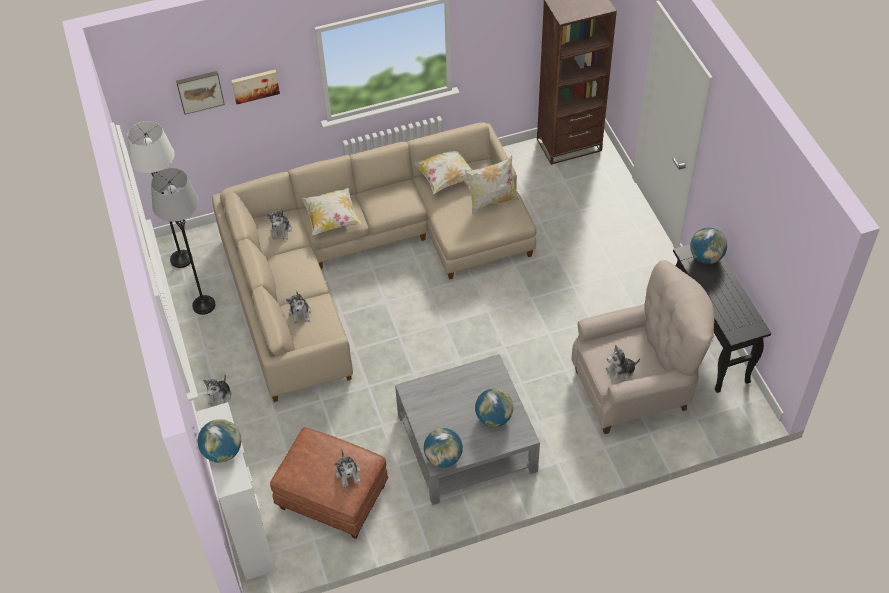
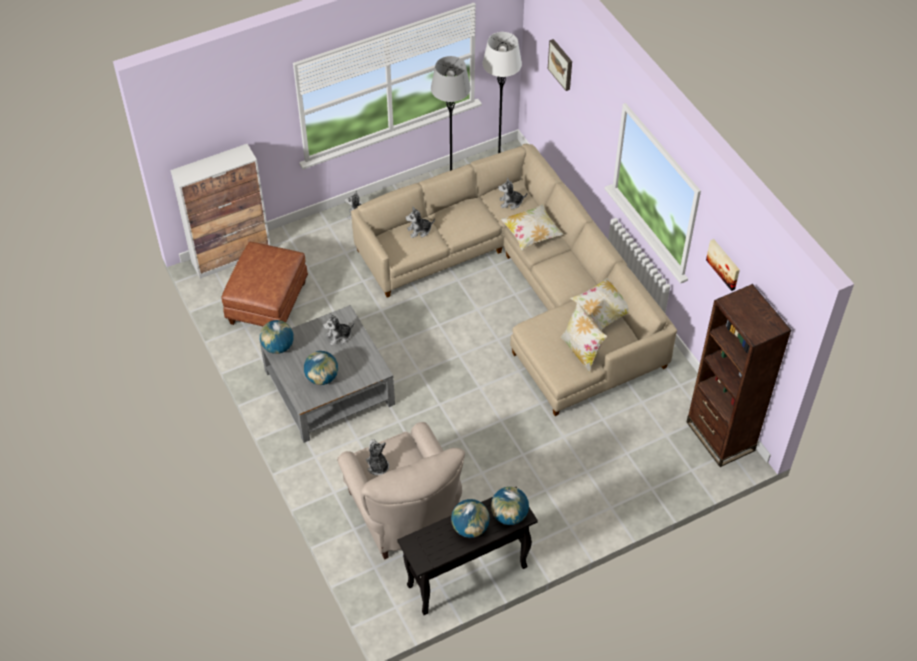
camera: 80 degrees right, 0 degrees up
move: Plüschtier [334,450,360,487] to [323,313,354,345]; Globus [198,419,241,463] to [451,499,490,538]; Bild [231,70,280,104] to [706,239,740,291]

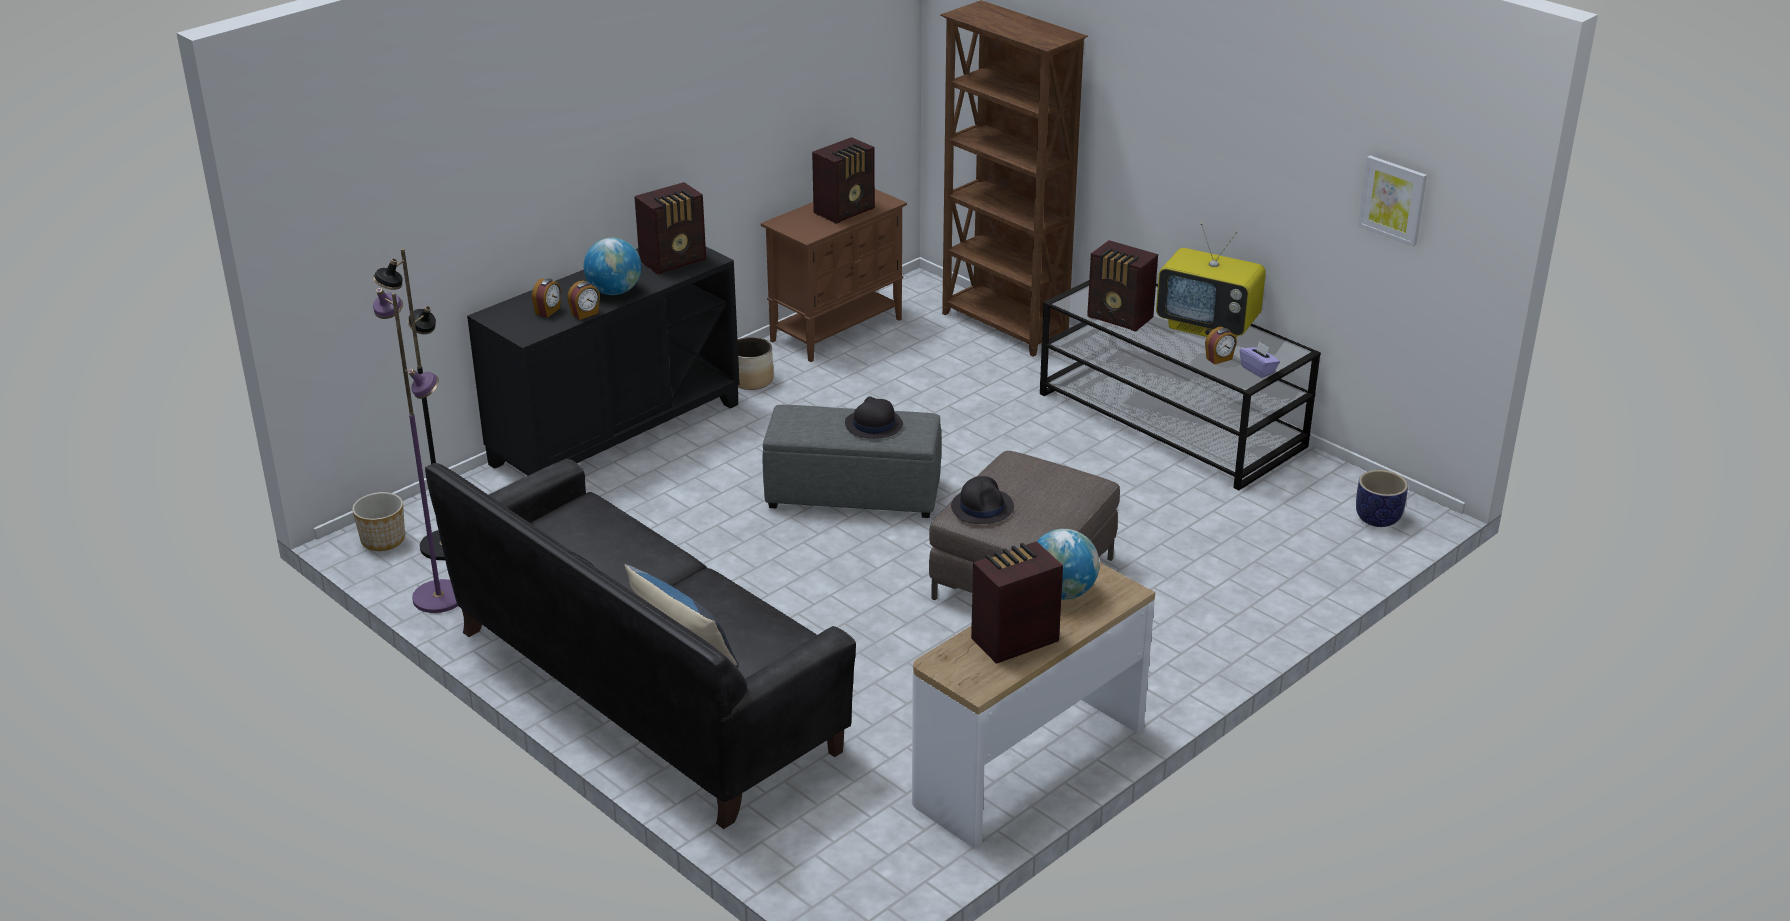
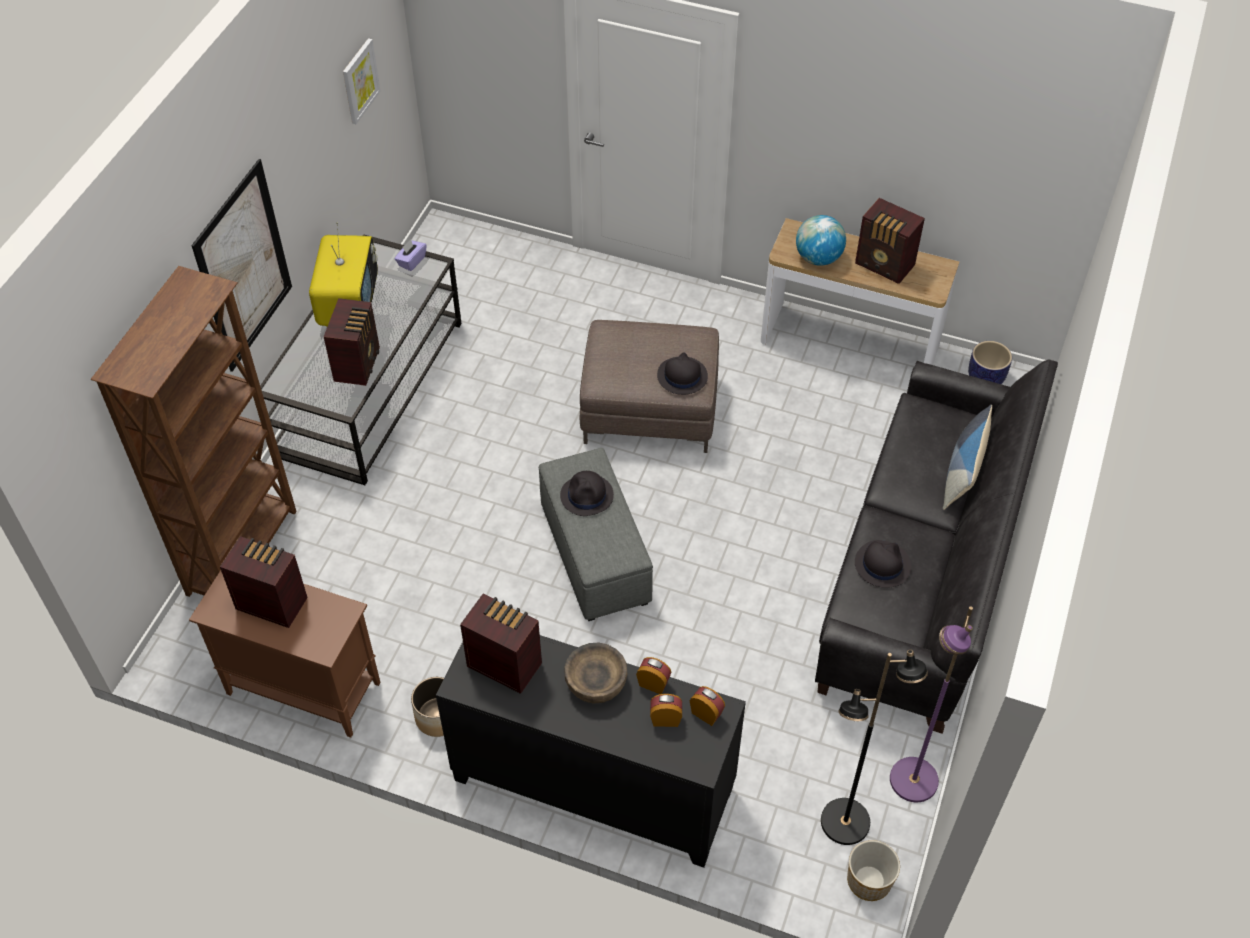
camera: 115 degrees left, 20 degrees up
insert: Bild [191,159,292,372]; Hut [schwarz] [855,540,911,588]
move: Wecker [1205,327,1237,365] to [690,686,725,726]; Pflanzkübel [1356,470,1408,527] to [968,341,1012,384]
replace: Globus [583,238,641,295] to Schüssel [braun] [564,642,627,704]

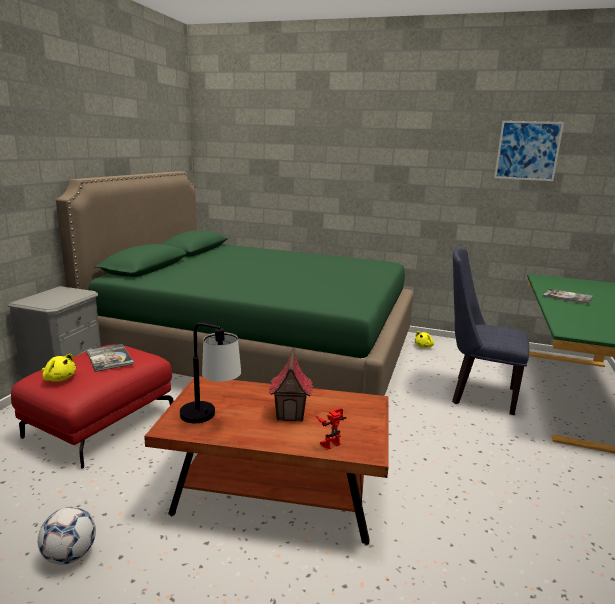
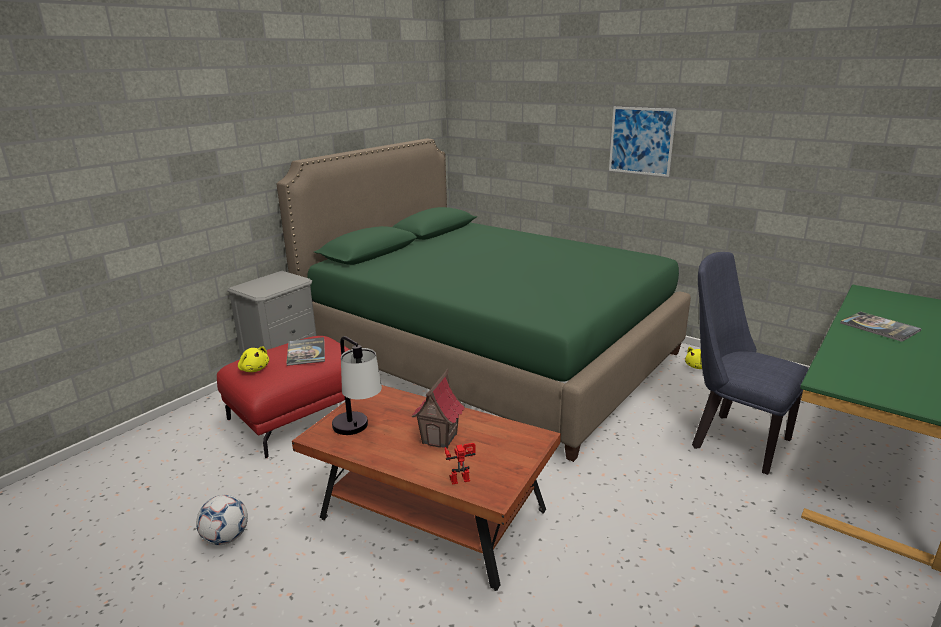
camera: 20 degrees right, 5 degrees up
move: Bild [494,121,564,181] to [609,107,677,177]

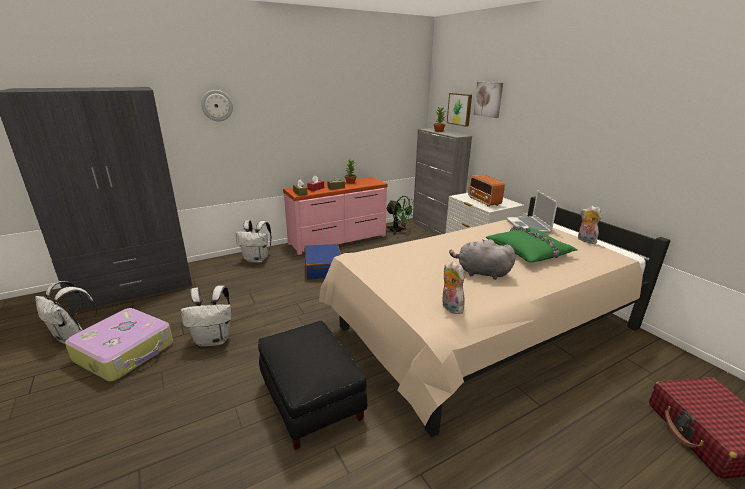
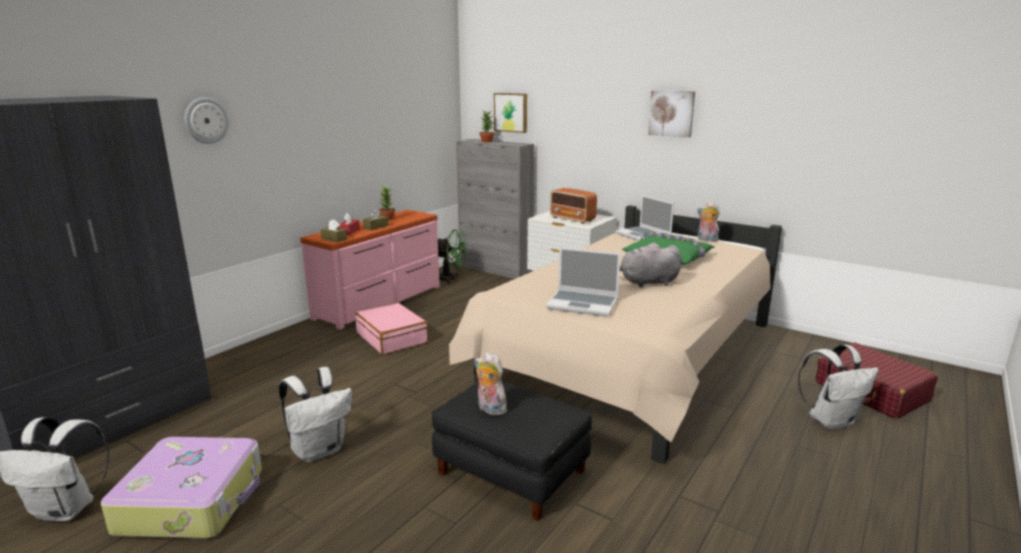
camera: 25 degrees left, 5 degrees down
insert: Laptop [546,247,621,317]
move: Plüschtier [442,261,465,314] to [474,353,507,416]; Bild [474,82,503,118] to [648,91,695,138]; Rucksack [weiß] [235,220,271,263] to [798,345,879,430]
recolor: Koffer [blau] [304,244,341,279] to Koffer [rosa] [355,303,428,355]

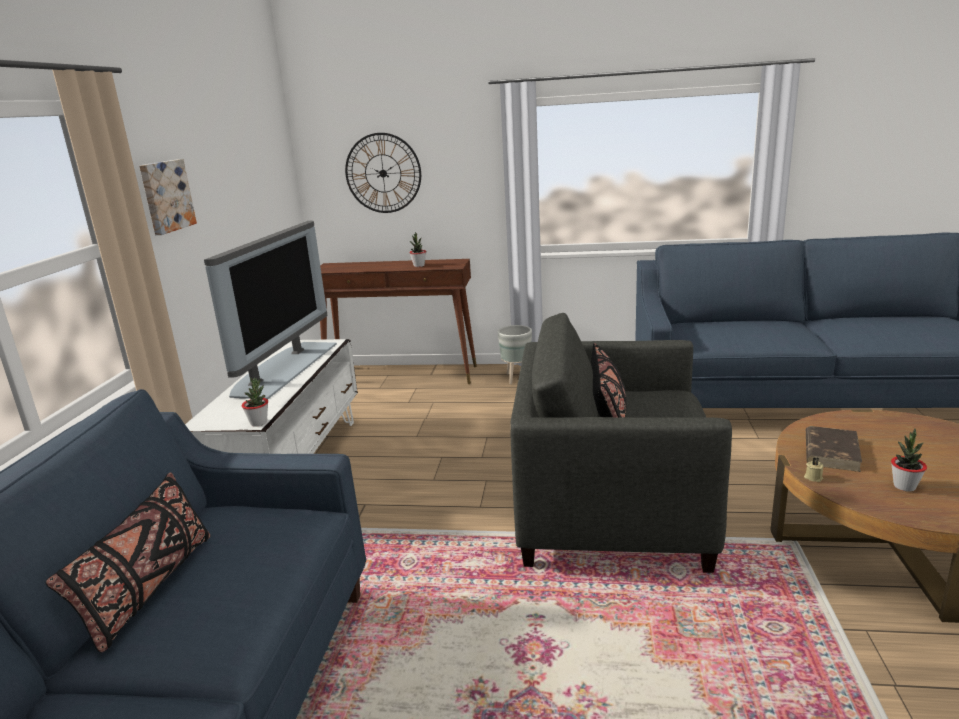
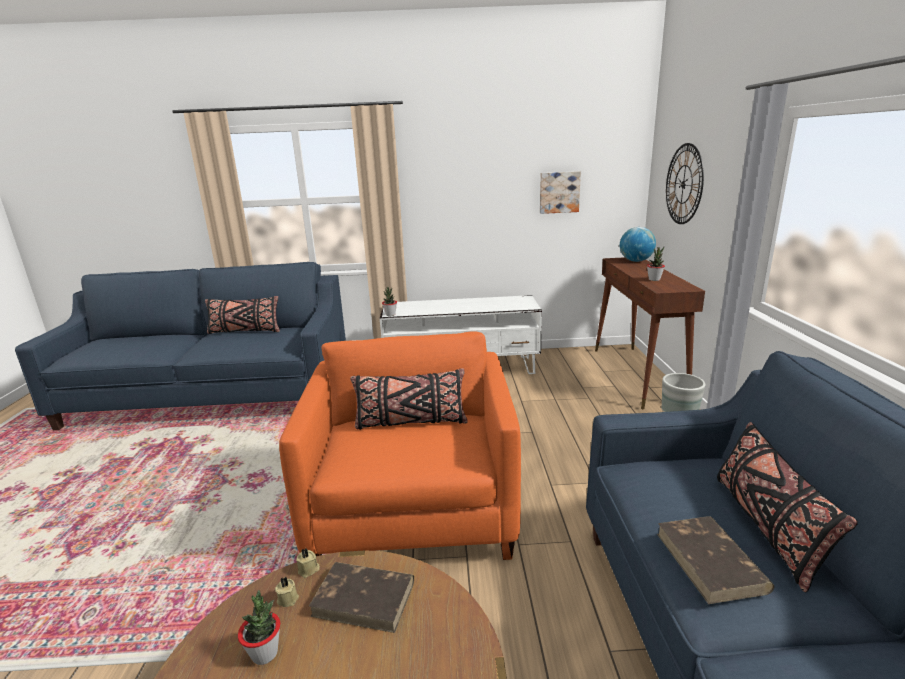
camera: 80 degrees right, 0 degrees up
delete: Fernseher [204,221,337,399]
insert: Kerze [beige] [275,576,299,607]; Globus [620,227,656,262]; Buch [braun] [657,516,774,604]; Kissen [schwarz] [717,422,858,593]
move: Bild [139,159,197,235] to [540,171,581,214]
recolor: Sessel [grau] [510,313,732,573] to Sessel [orange] [279,331,521,560]

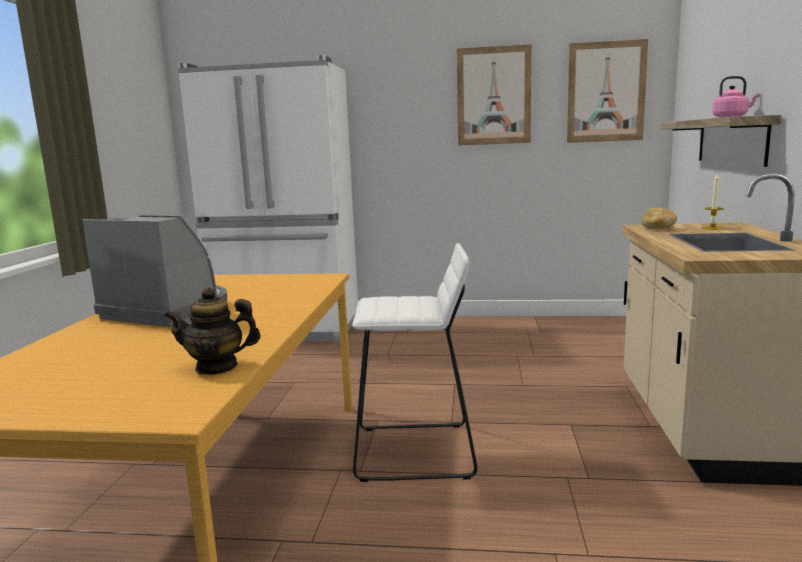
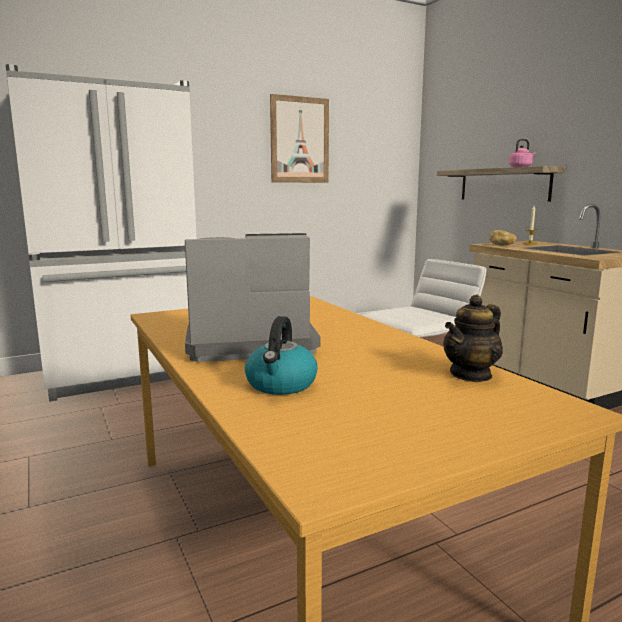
camera: 35 degrees left, 0 degrees up
delete: Bild [567,39,648,143]
insert: Wasserkessel [245,316,318,395]

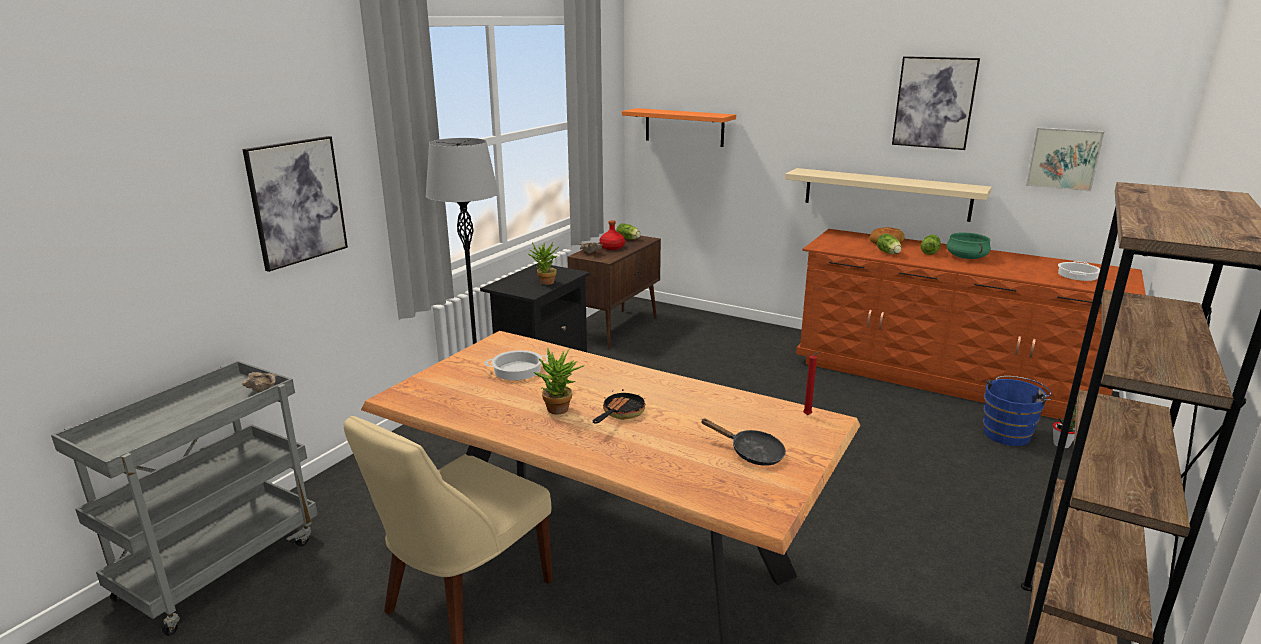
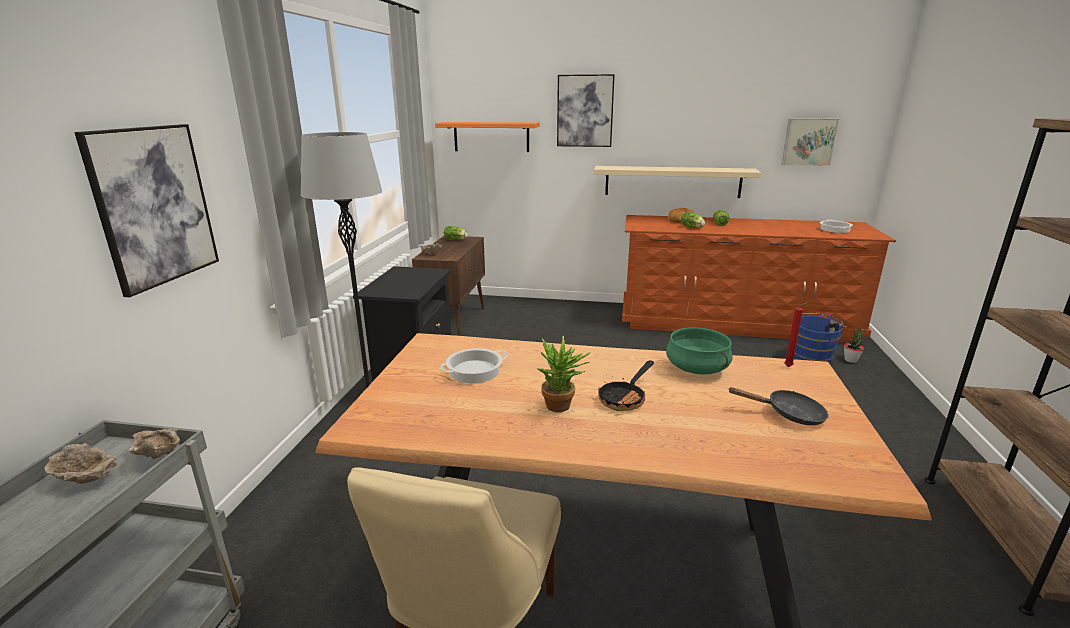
camera: 20 degrees left, 0 degrees up
delete: Topfpflanze [529,242,559,285]; Flasche [rot] [600,220,625,250]
insert: Schüssel [beige] [44,443,117,484]
move: Bild [892,56,980,150] to [557,74,615,147]; Kochtopf [grün] [947,233,991,259] to [666,327,733,375]
rotate: Pfanne [593,389,645,424] = [598,360,654,411] 150 degrees counterclockwise

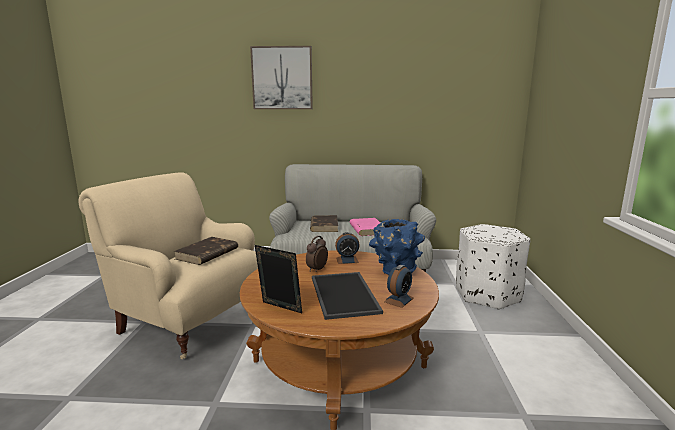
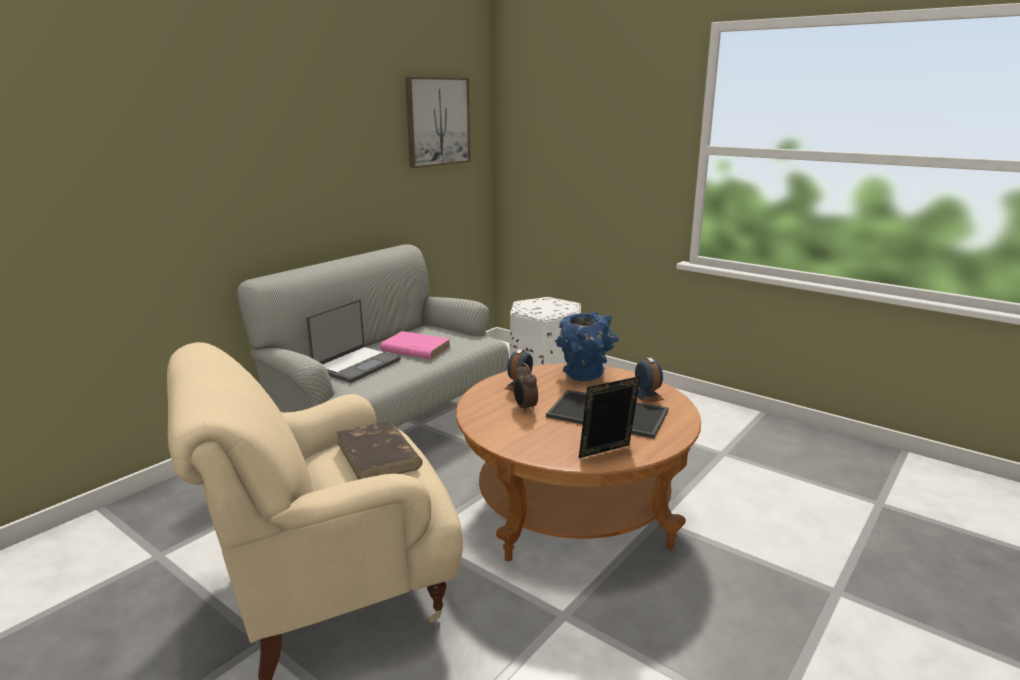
camera: 55 degrees left, 5 degrees up
move: Bild [250,46,313,109] to [405,77,471,168]
replace: Buch [braun] [310,215,338,232] to Laptop [306,299,401,383]

